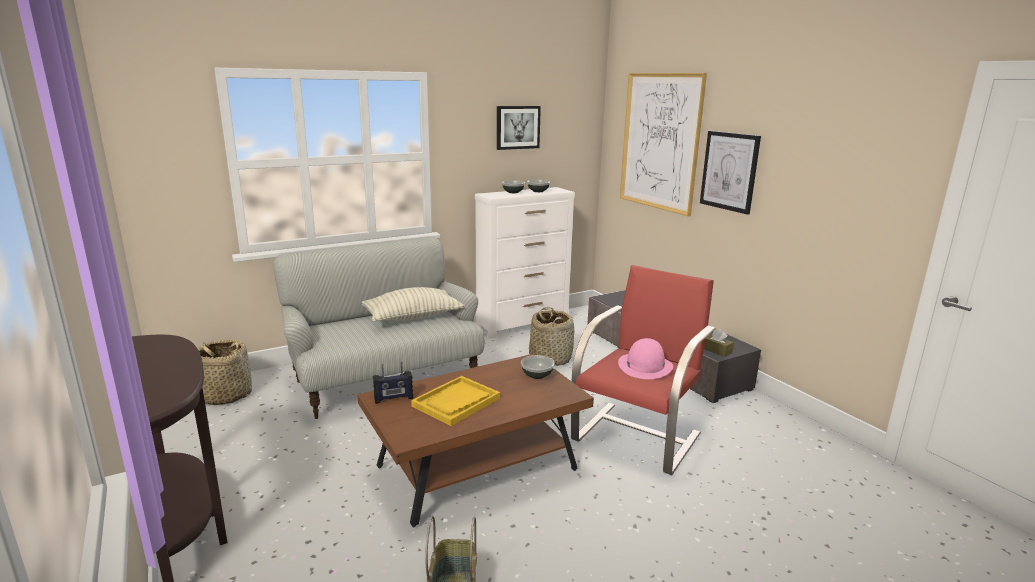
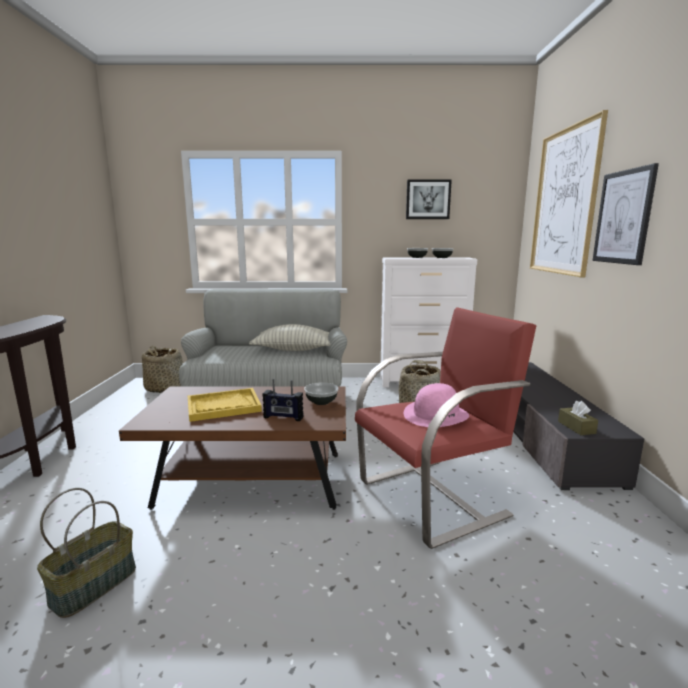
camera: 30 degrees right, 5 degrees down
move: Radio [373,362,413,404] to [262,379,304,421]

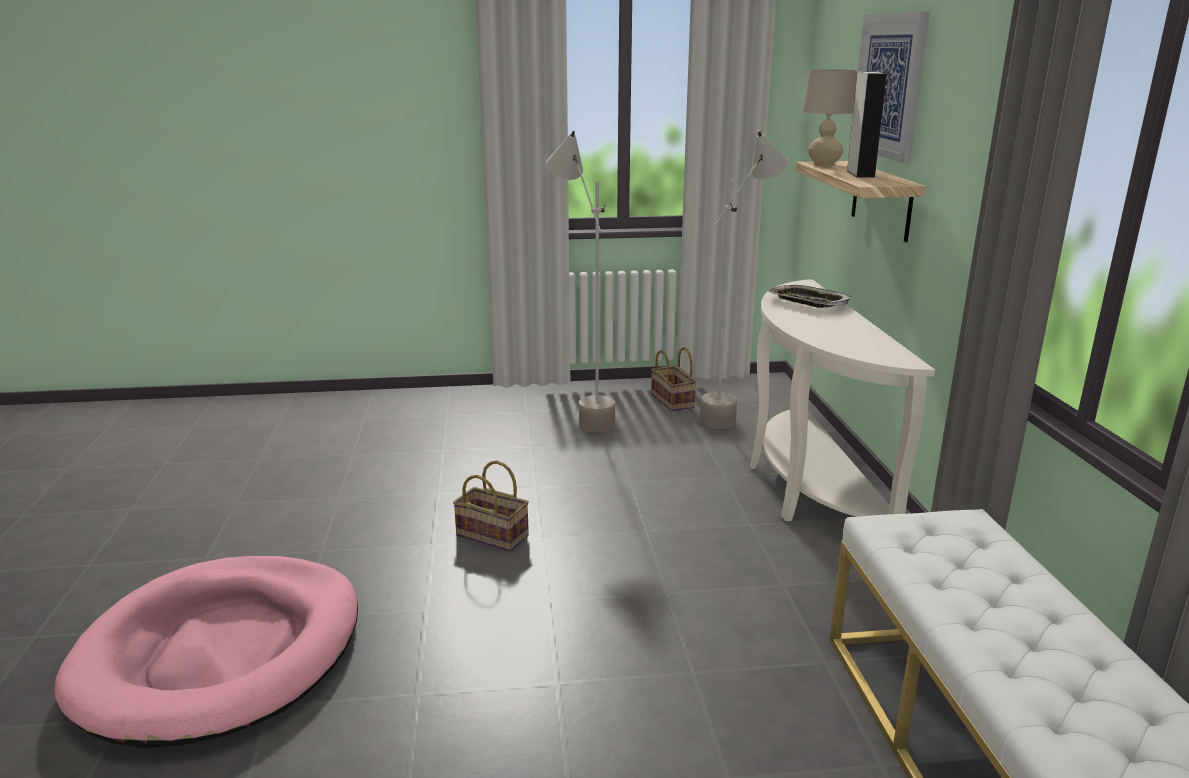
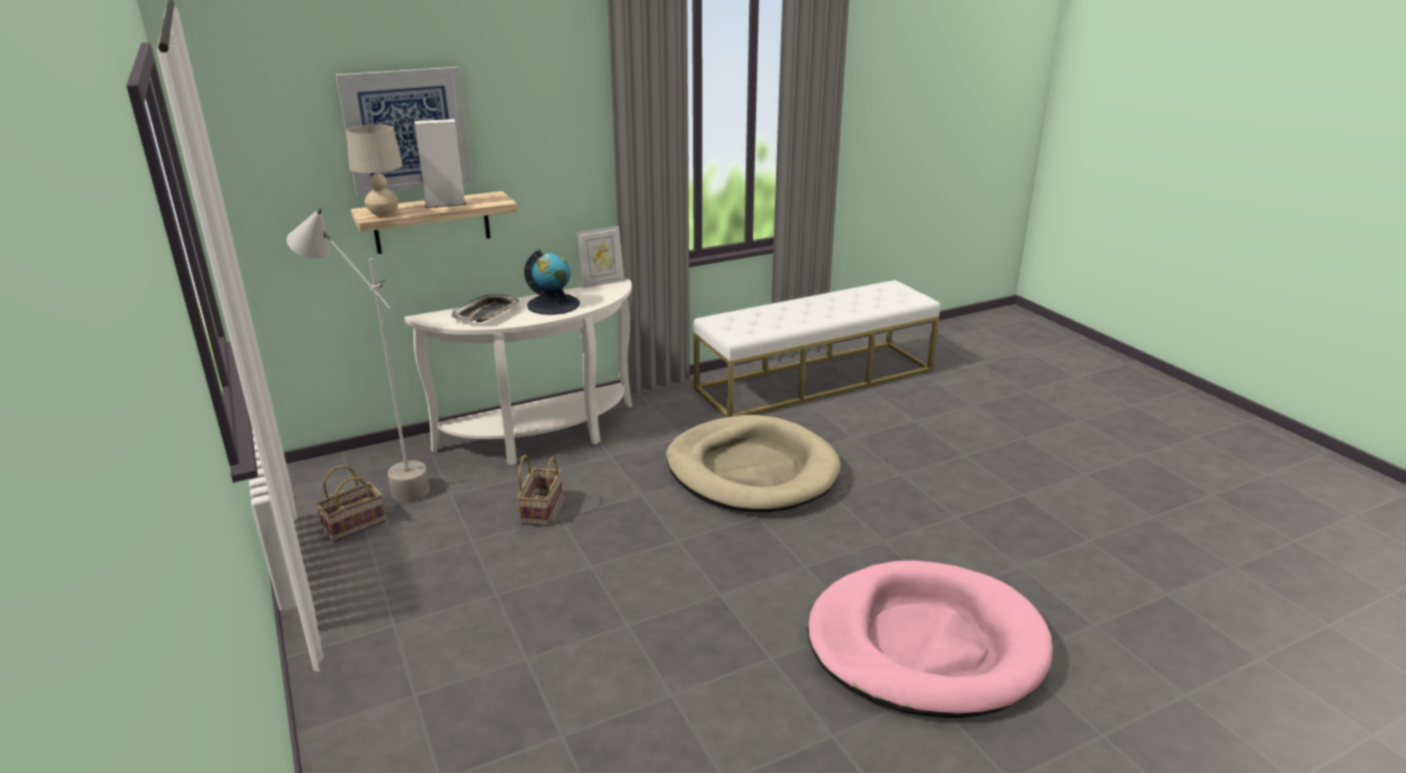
camera: 110 degrees left, 5 degrees up
delete: Stehlampe [grau] [546,131,615,433]
insert: Globus [524,249,580,315]; Bilderrahmen [577,226,625,288]; Hundebett [beige] [666,415,841,512]
move: Korb [453,461,529,552] to [517,455,563,526]

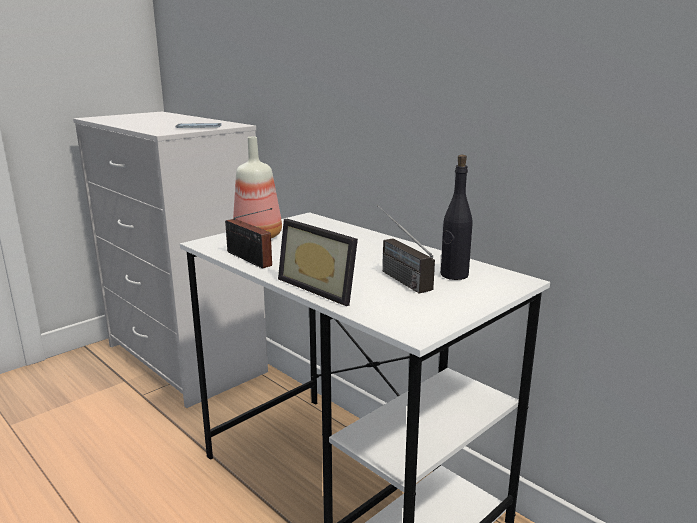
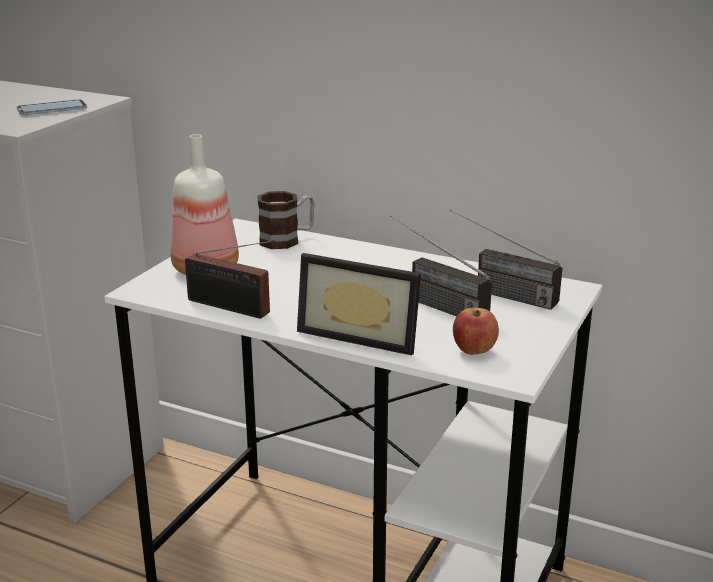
camera: 20 degrees left, 5 degrees up
insert: Henkelbecher [258,191,315,249]; Apfel [453,308,499,355]
replace: Flasche [schwarz] [441,155,472,280] to Radio [449,209,562,310]

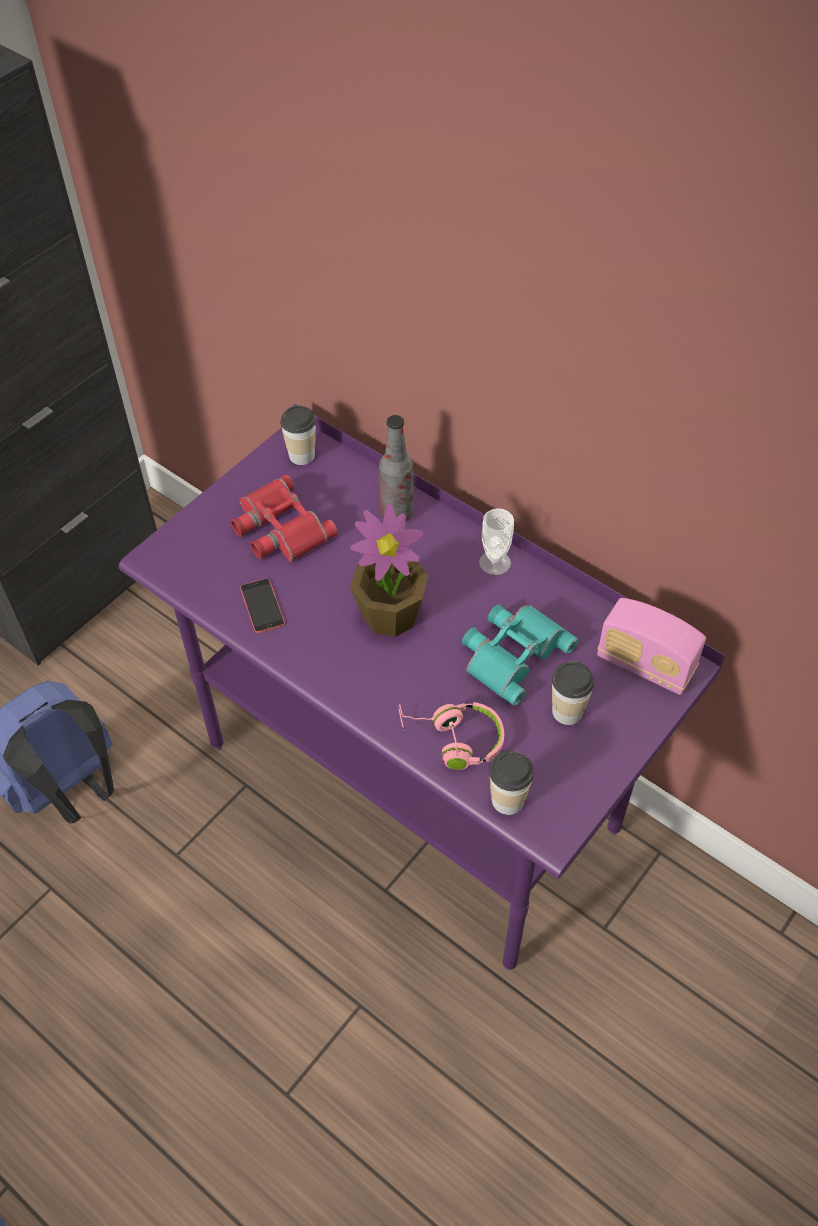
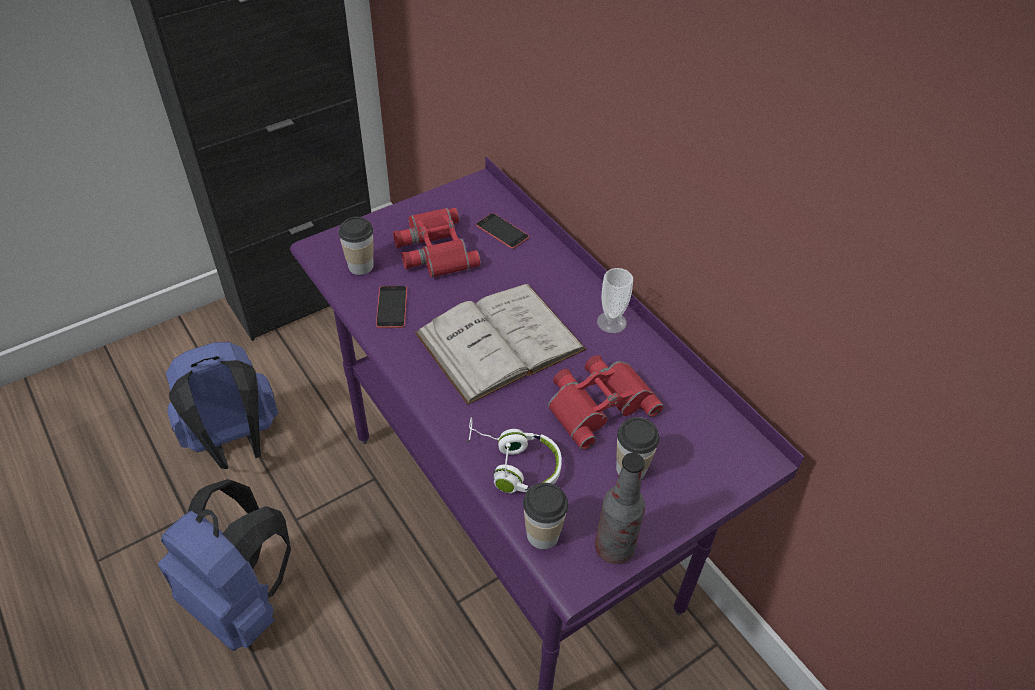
camera: 15 degrees right, 5 degrees down
delete: Radio [597,598,706,695]
insert: Rucksack [blau] [158,479,291,651]; Handy [476,213,529,249]
move: Tasse [280,405,316,465] to [338,217,374,275]; Flasche [379,415,414,522] to [595,453,645,564]
replace: Topfpflanze [350,503,428,637] to Buch [weiß] [415,284,586,405]
recolor: Kopfhörer [rosa] [399,702,504,770] to Kopfhörer [weiß] [467,417,562,493]; Fernglas [türkis] [462,604,578,706] to Fernglas [rot] [548,355,663,450]

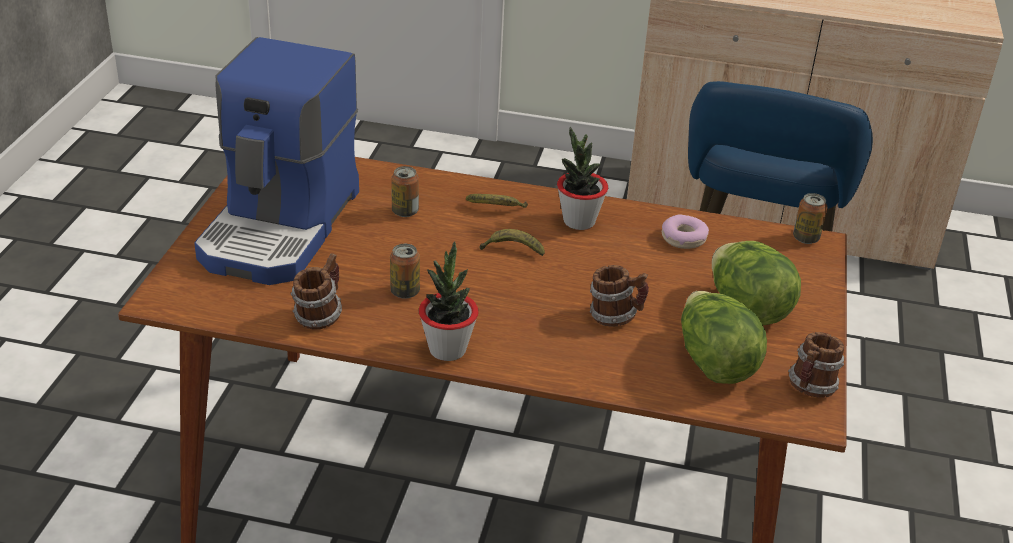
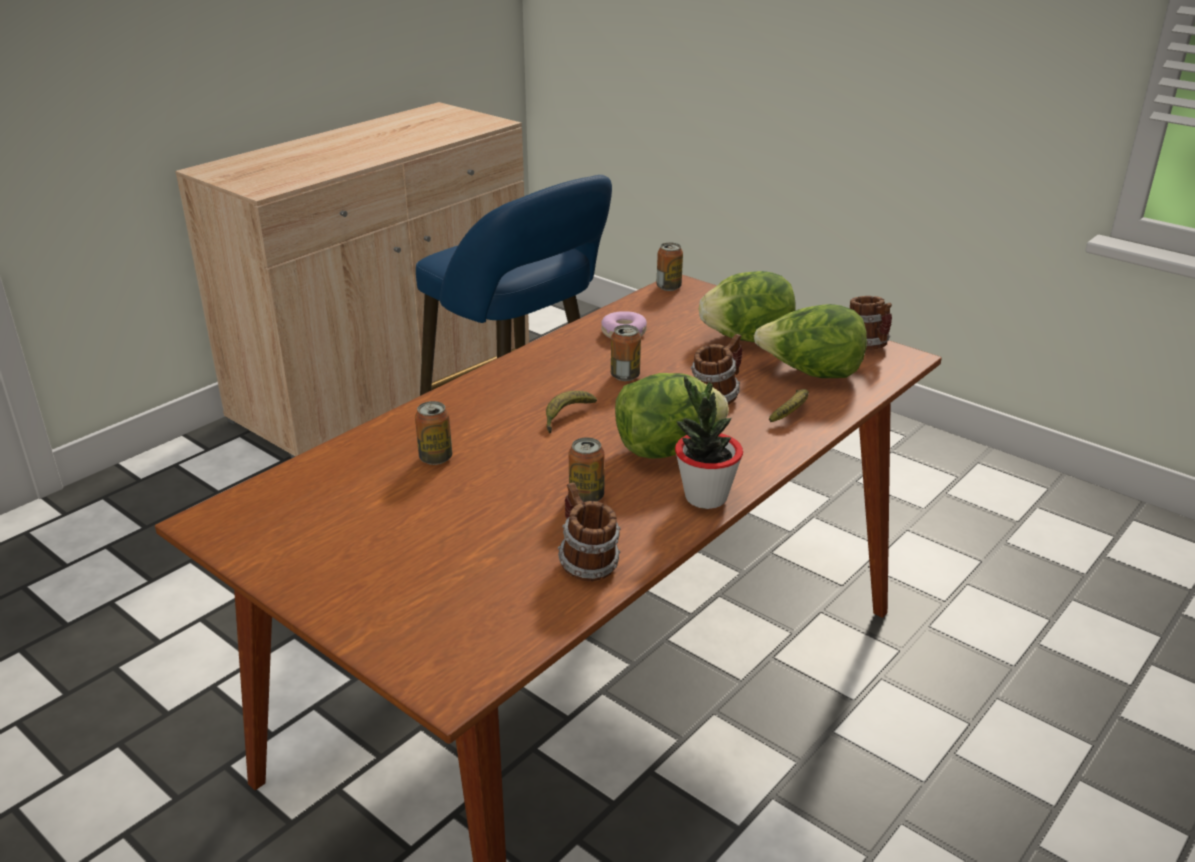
camera: 60 degrees left, 5 degrees down
delete: Kaffeemaschine [194,37,359,285]; Topfpflanze [557,127,608,230]
insert: Dose [611,325,641,381]; Salatkopf [615,373,729,459]
move: Banane [466,194,528,208] to [769,389,809,422]

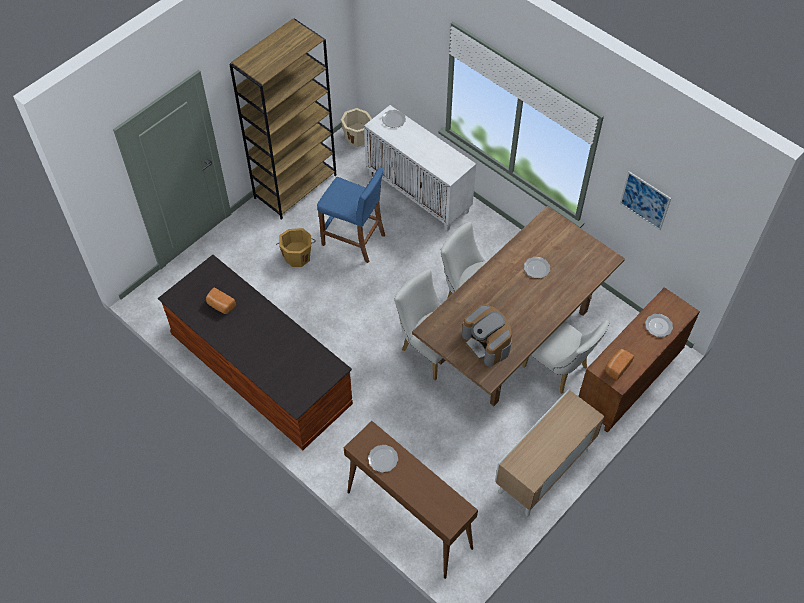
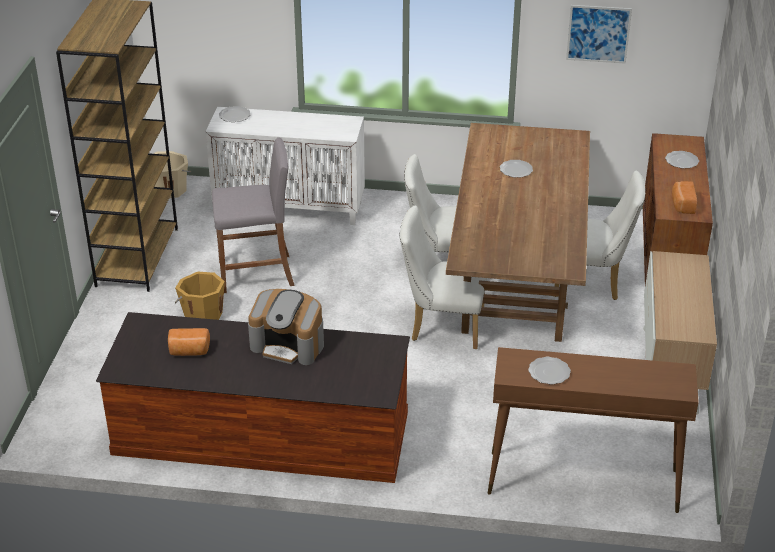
camera: 35 degrees left, 20 degrees down
move: Kaffeemaschine [462,304,512,367] to [248,289,324,365]
recolor: Hocker [blau] [317,167,385,263] to Hocker [grau] [212,137,294,293]

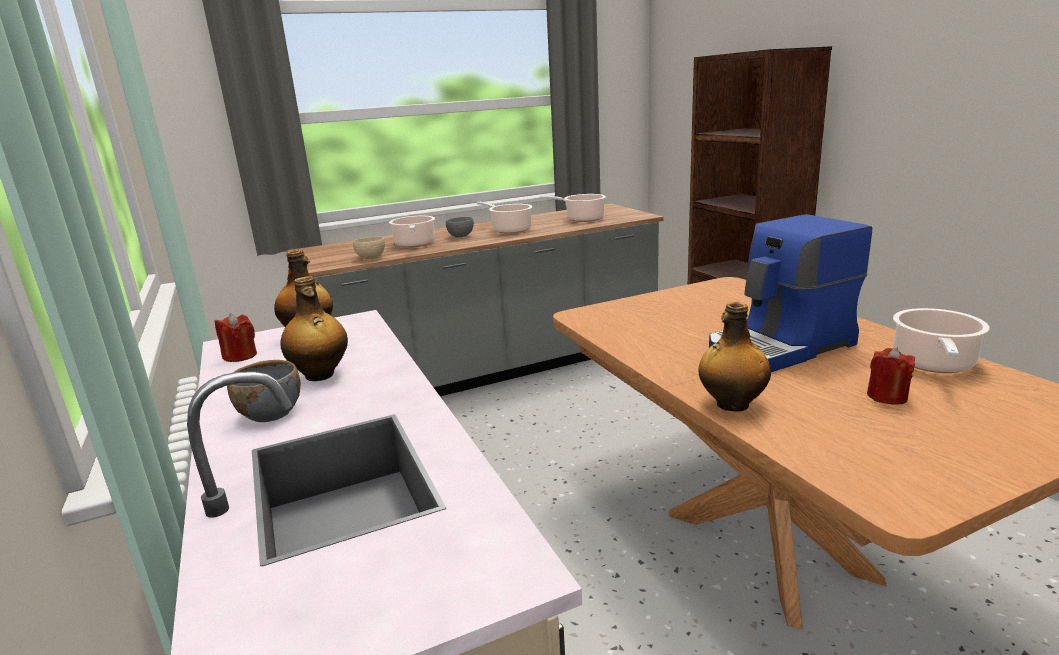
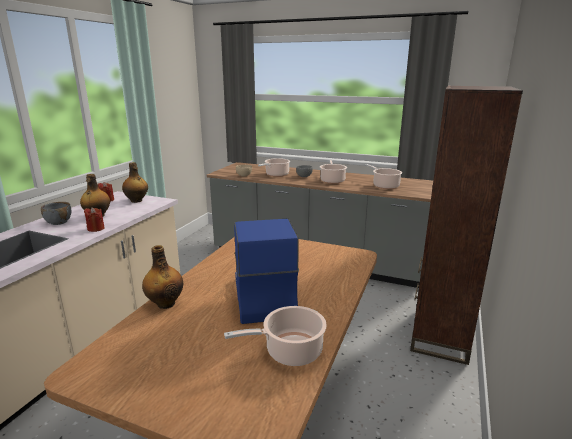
camera: 45 degrees right, 0 degrees up
move: Kerze [rot] [867,348,915,405] to [84,207,105,232]
rotate: Kaffeemaschine [709,214,872,372] = [234,219,299,324] 60 degrees clockwise

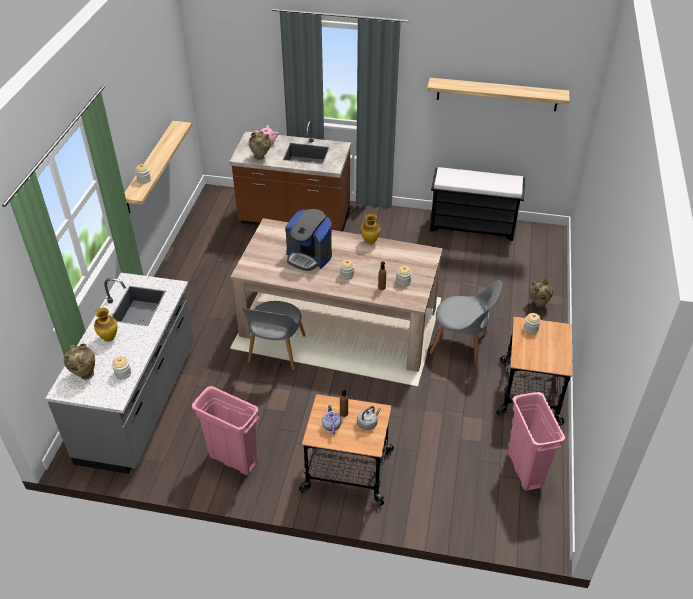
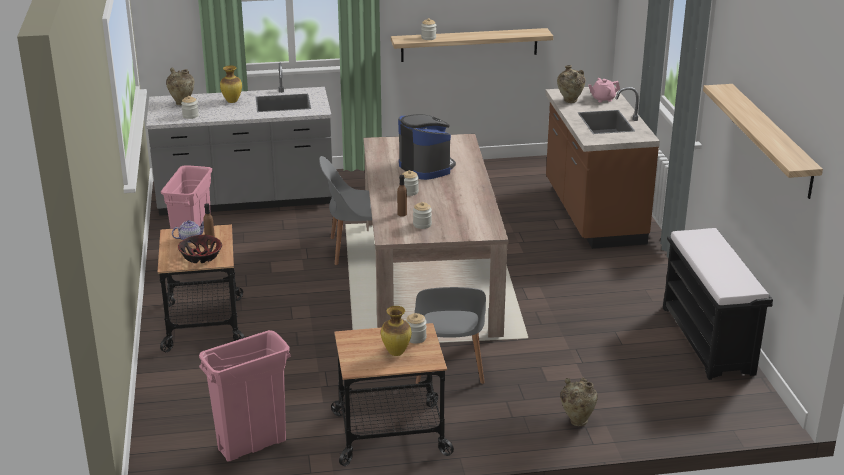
camera: 70 degrees right, 15 degrees down
move: Vase [361,213,380,244] to [381,306,411,356]
replace: Wasserkessel [grau] [357,406,381,430] to Schüssel [178,235,222,263]
rotate: Kaffeemaschine [285,209,332,271] = [398,114,456,180] 135 degrees clockwise

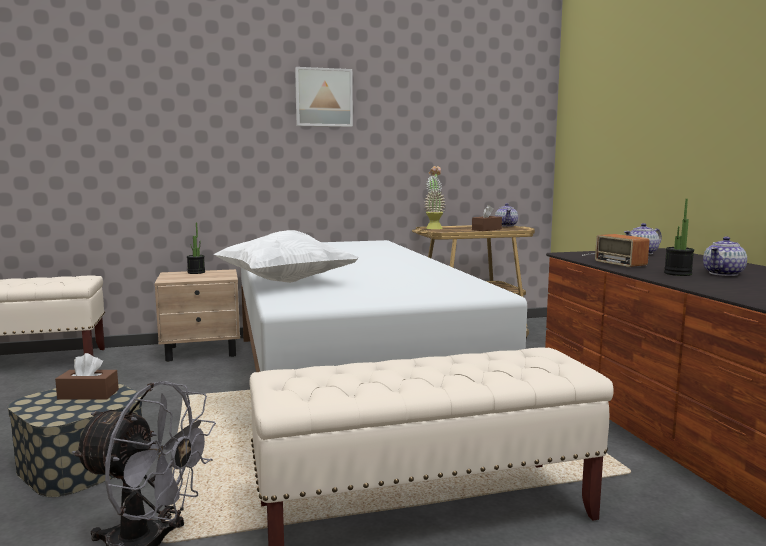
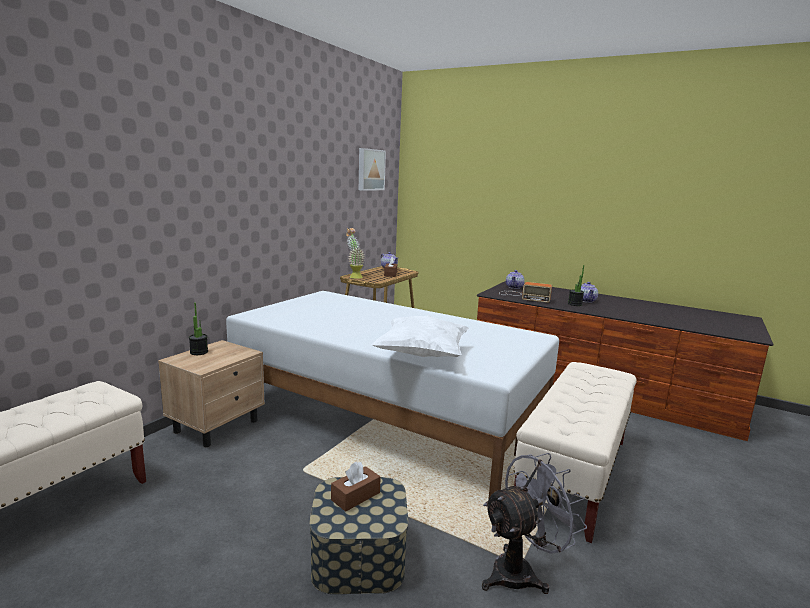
camera: 45 degrees left, 5 degrees up
move: Bild [295,67,353,127] to [359,148,386,191]

